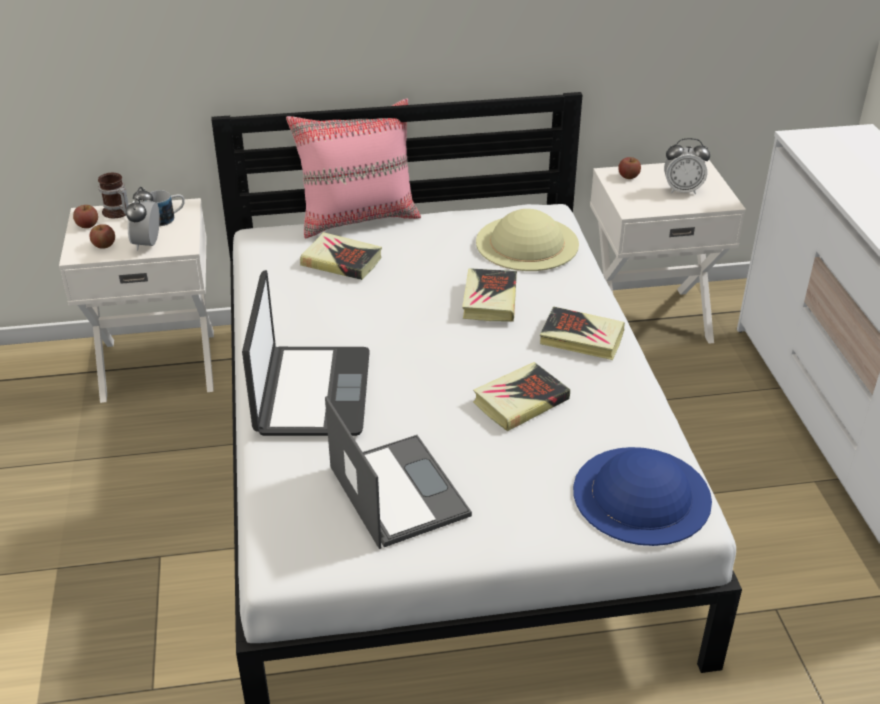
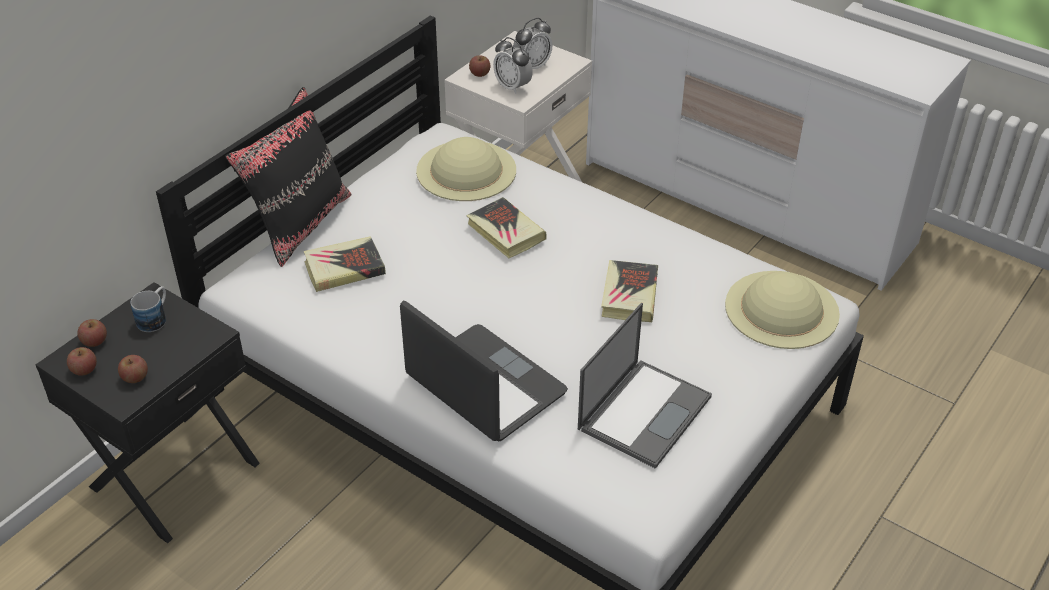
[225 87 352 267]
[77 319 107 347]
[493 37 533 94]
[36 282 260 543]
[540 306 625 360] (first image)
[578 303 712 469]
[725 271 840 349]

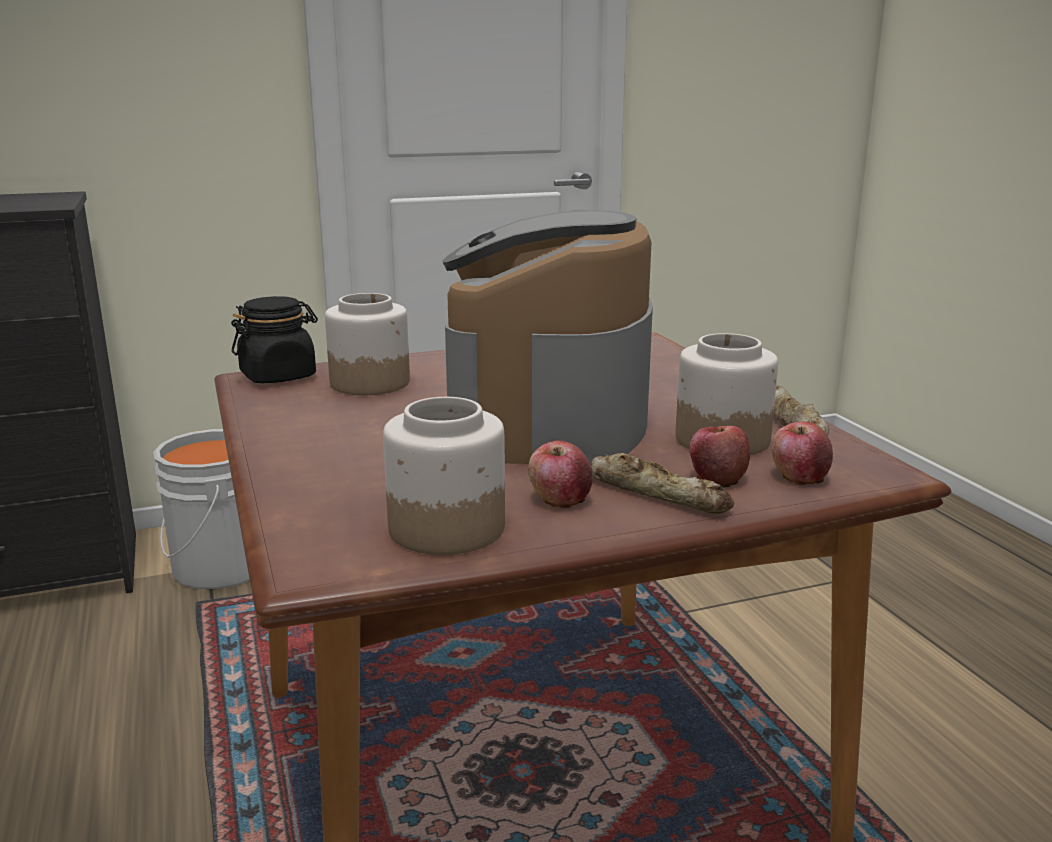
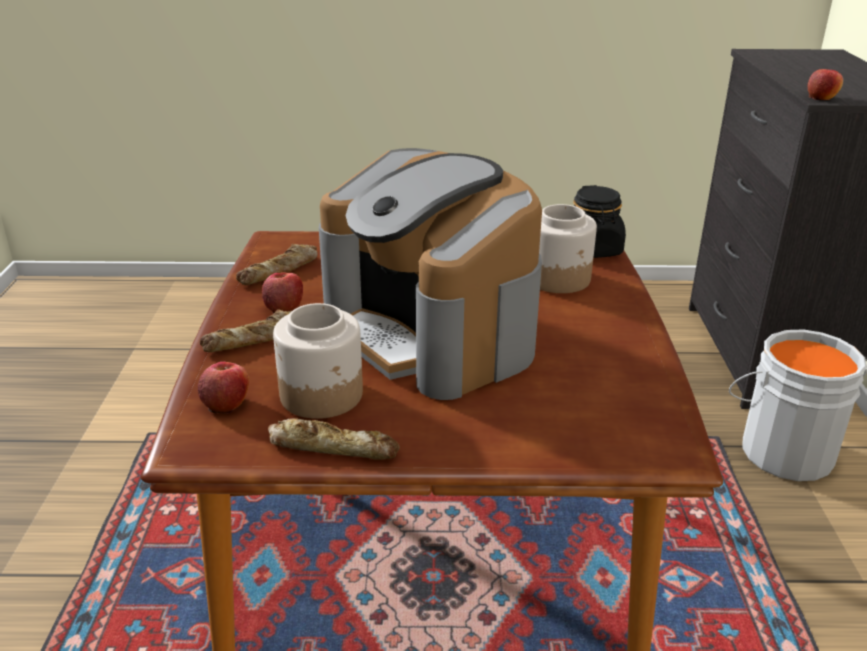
[319 148 542 400]
[236 244 318 285]
[808 69 843 100]

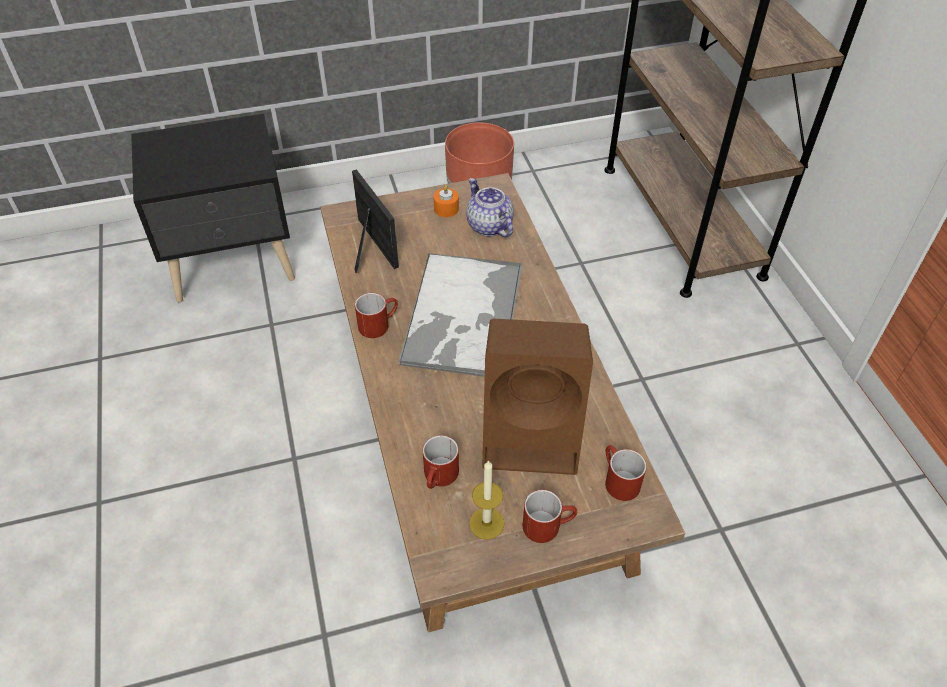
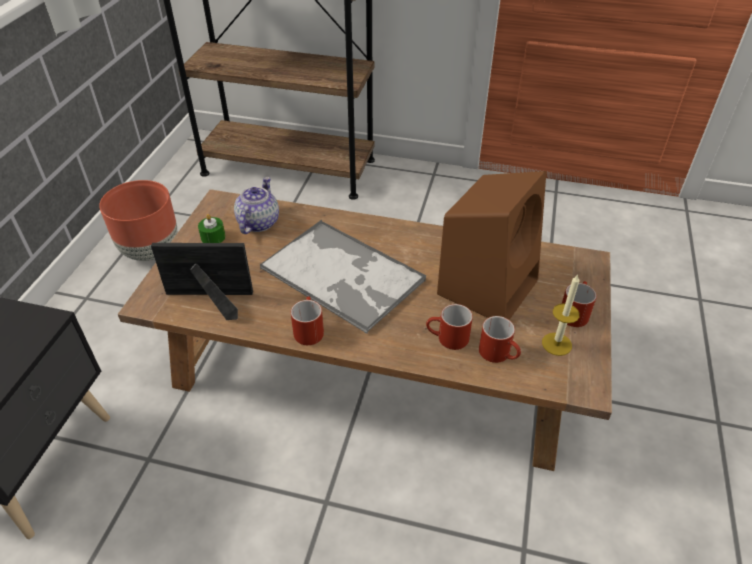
[234 177 279 234]
[198 214 226 243]
[426 304 473 350]

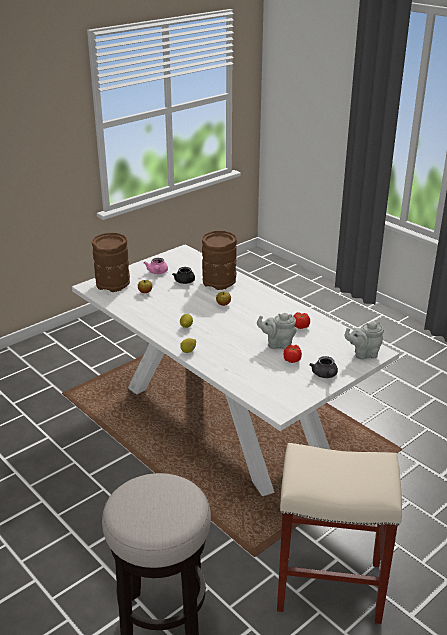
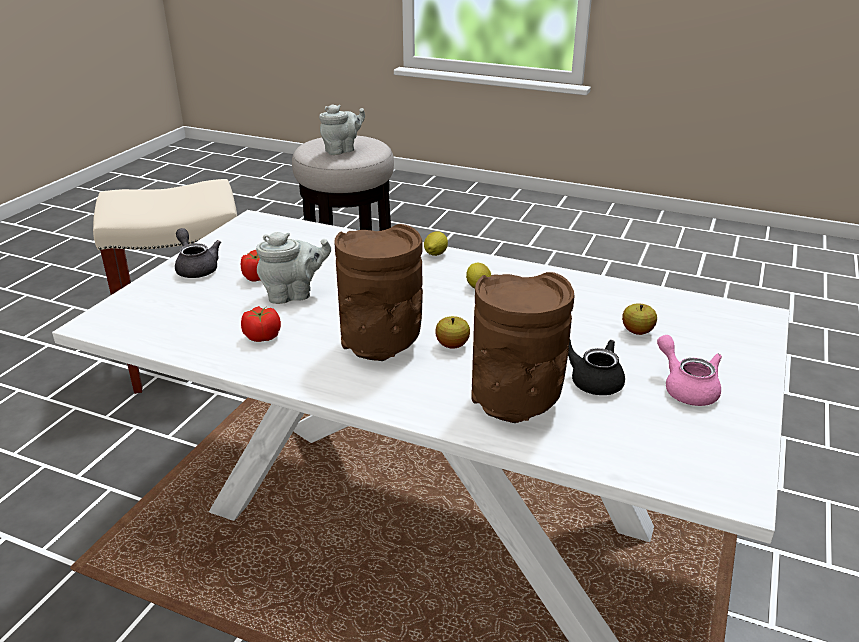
[334 224 423 361]
[319 104 365 155]

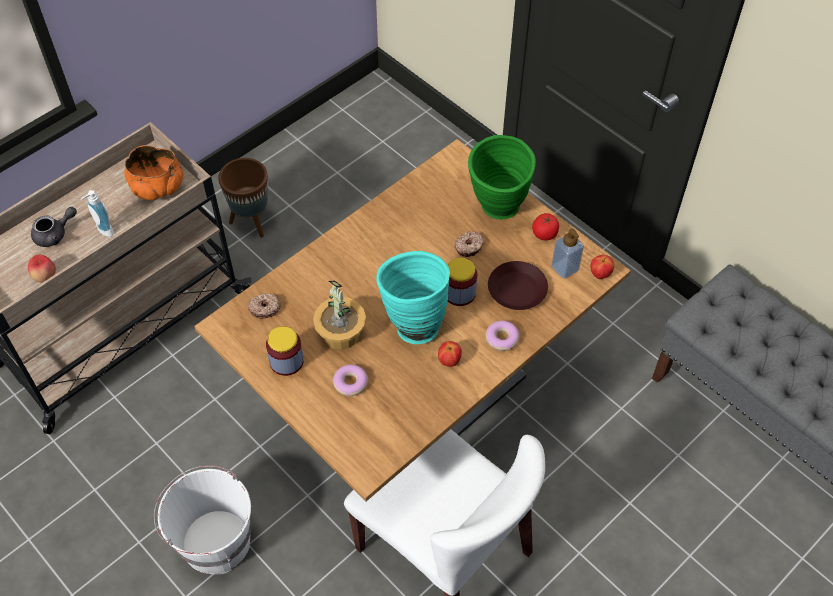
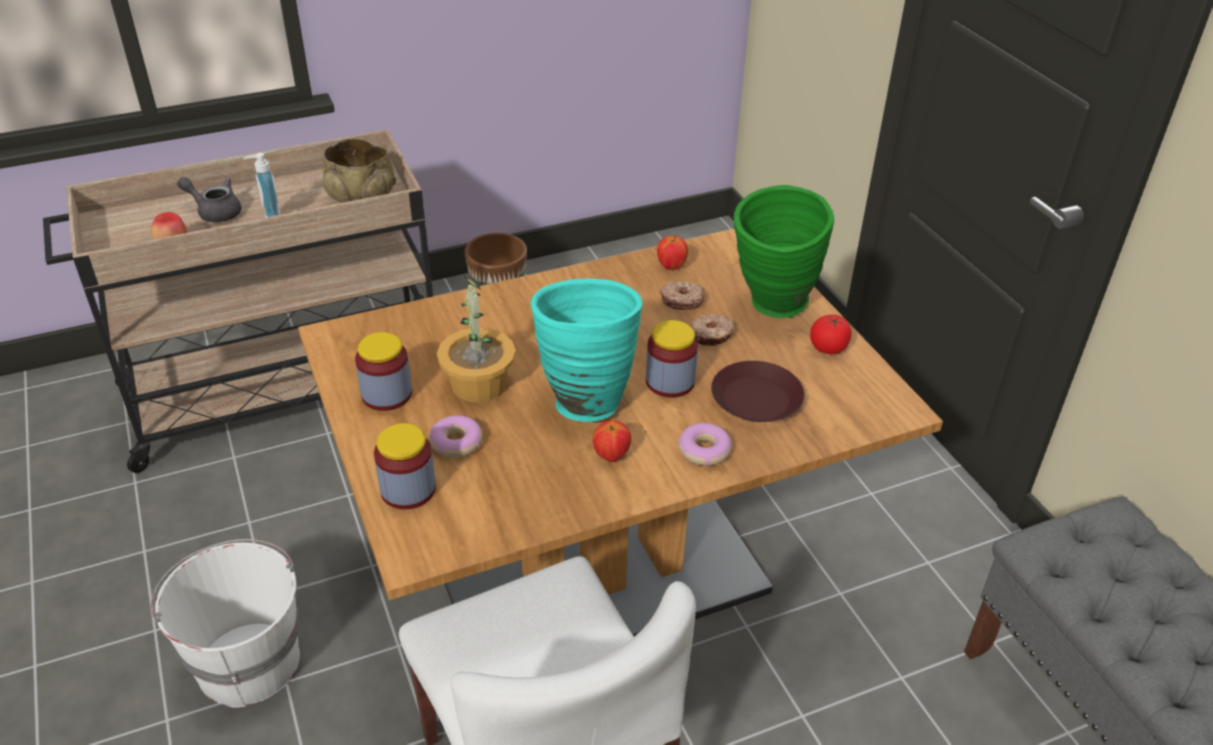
[323 138 396 203]
[177 177 241 222]
[551 228 584 279] (first image)
[657 236 688 270]
[660 281 704 310]
[374 423 436 509]

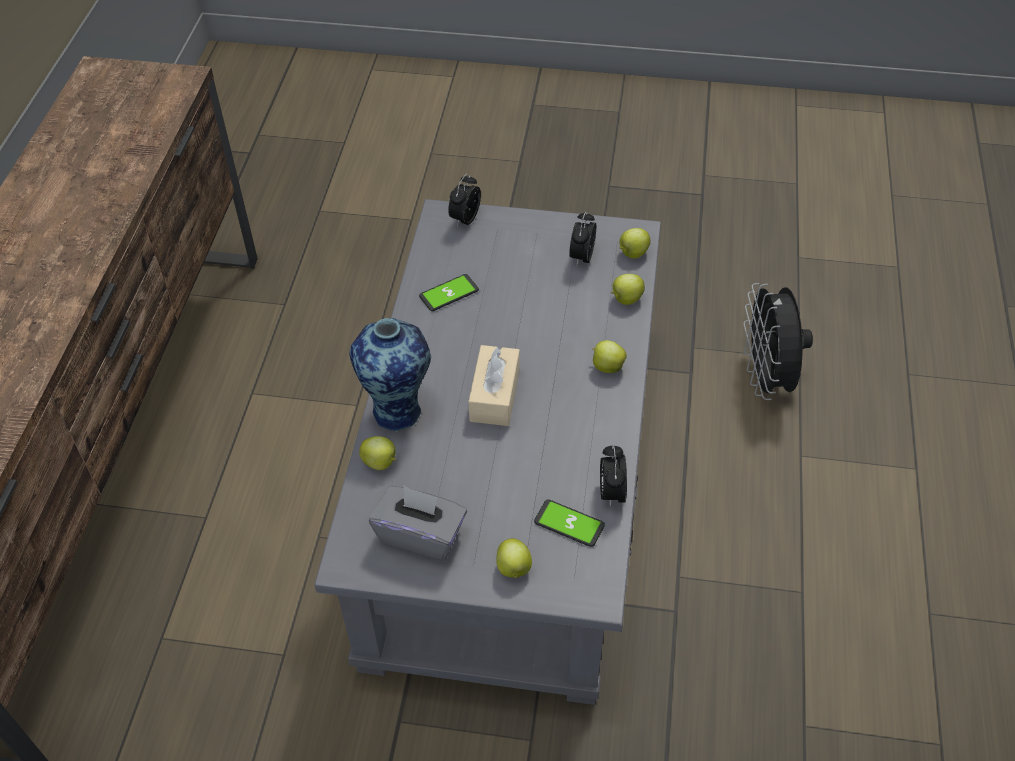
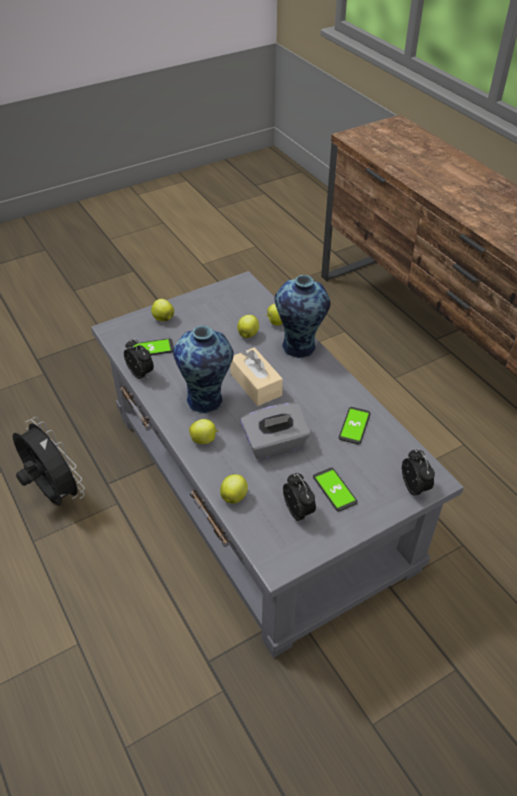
[237 315 259 338]
[13 417 85 506]
[240 403 310 460]
[173 326 234 413]
[313 468 358 512]

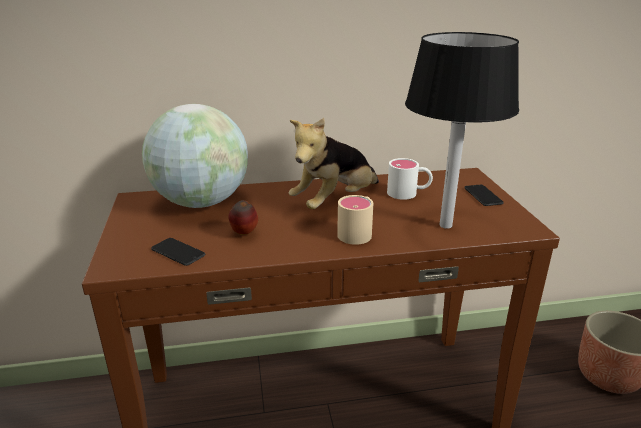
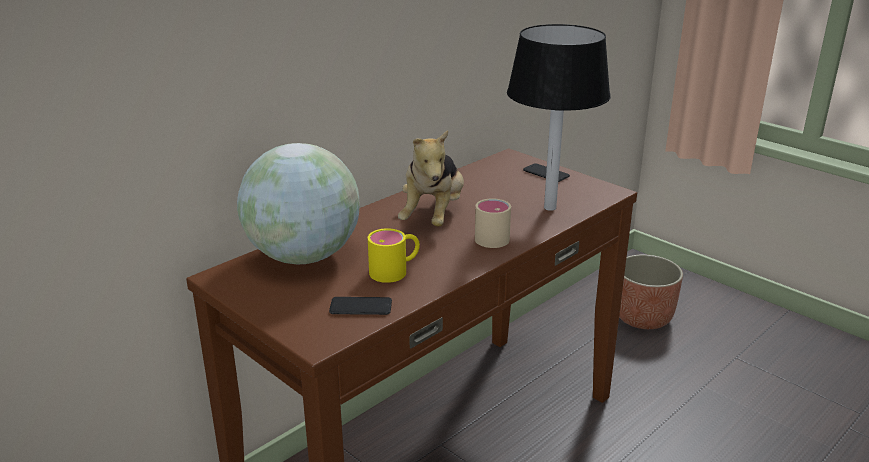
[387 158 433 200] (first image)
[368 228 420 283]

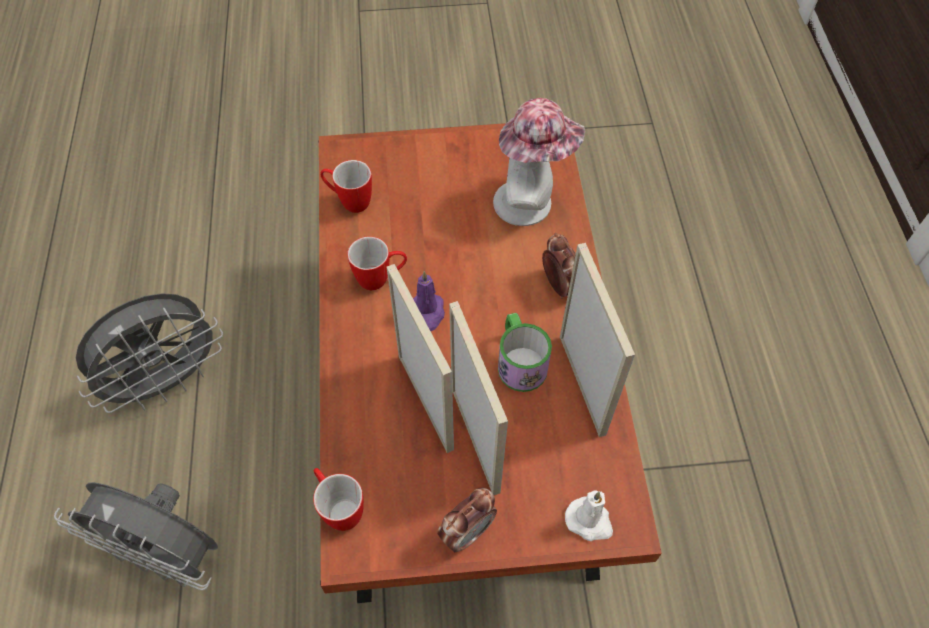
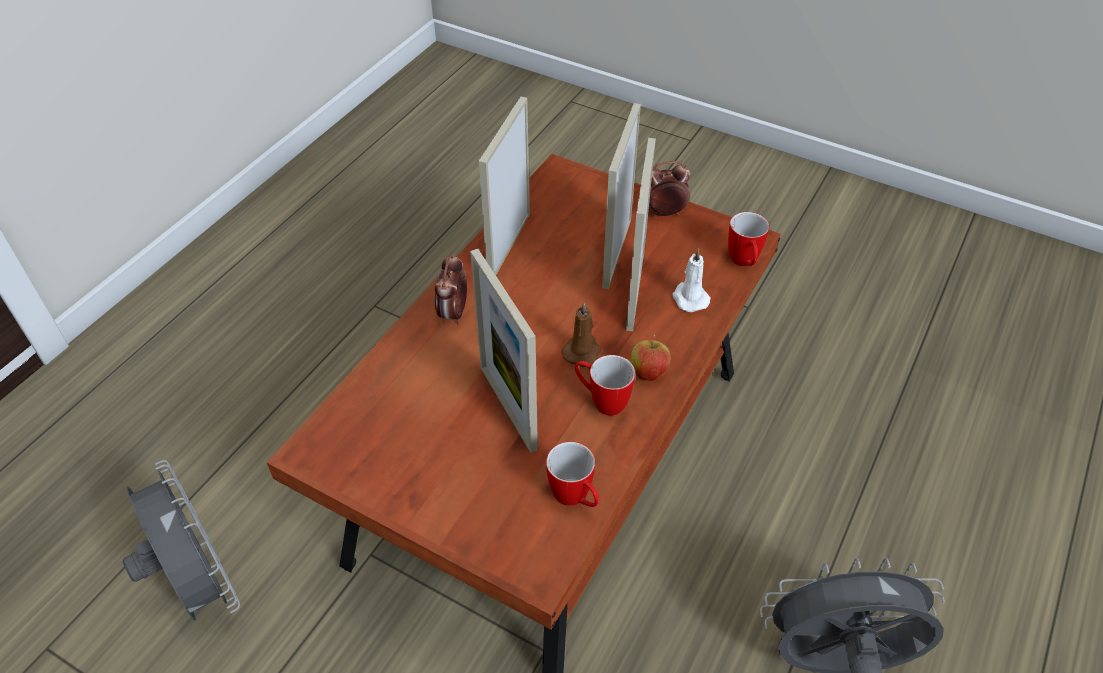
[493 98 585 226] (first image)
[562 302 601 367]
[498 313 552 392] (first image)
[123 460 240 621]
[672 248 711 312]
[470 249 538 453]
[631 334 670 381]

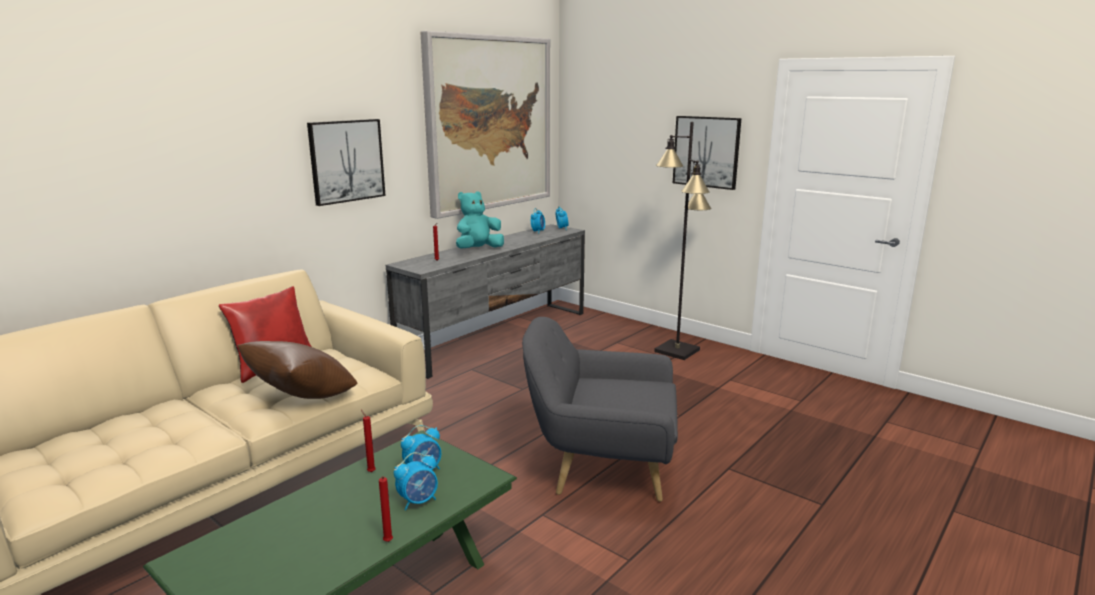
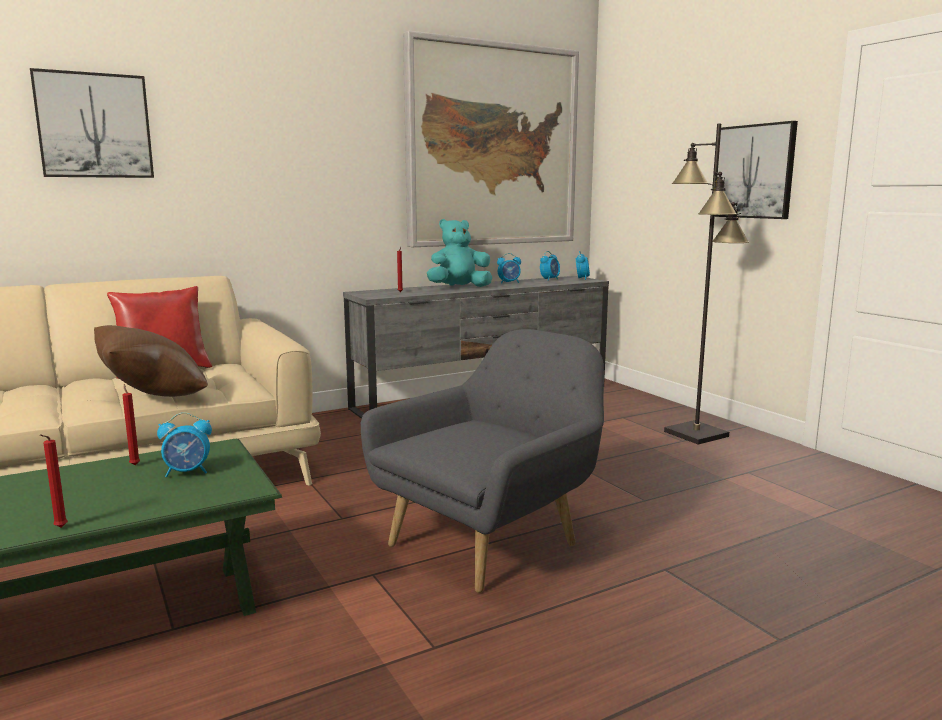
[30 68 154 178]
[361 329 604 593]
[497 253 521 284]

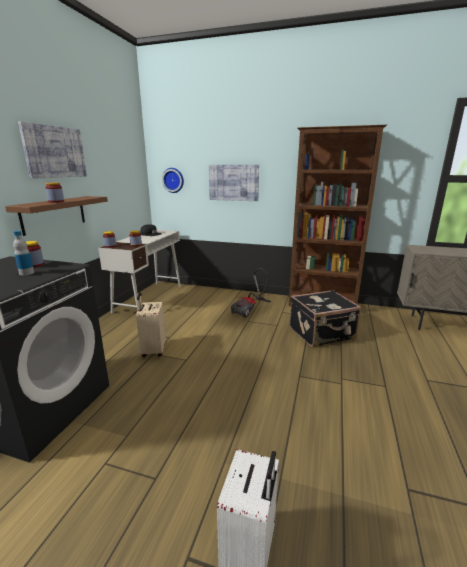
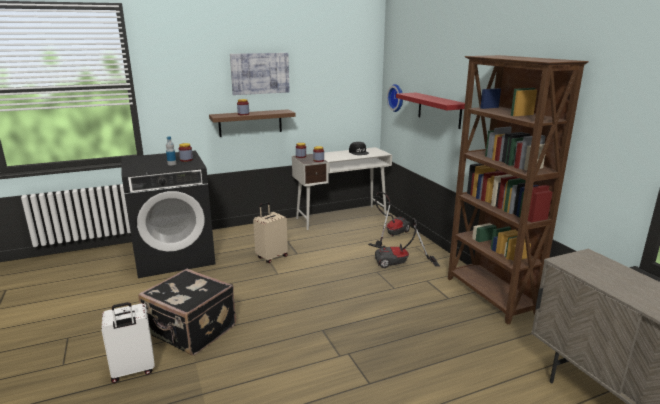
[396 92 465 129]
[138 269 236 355]
[368 192 411 248]

